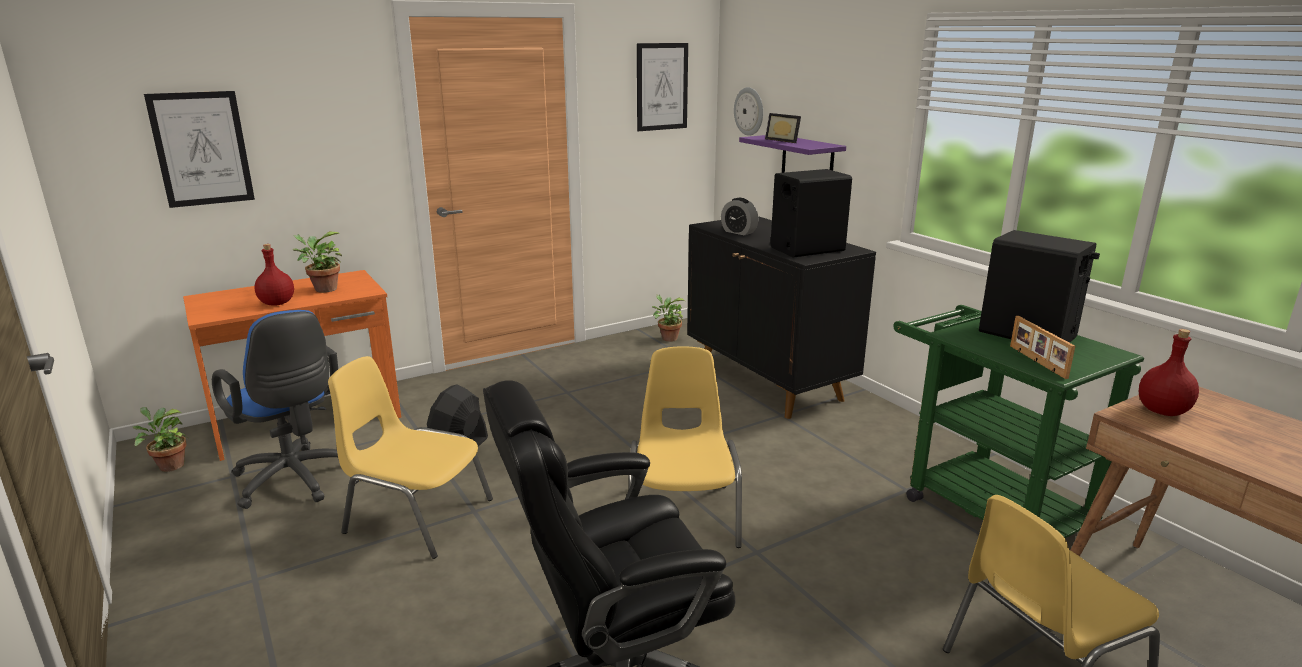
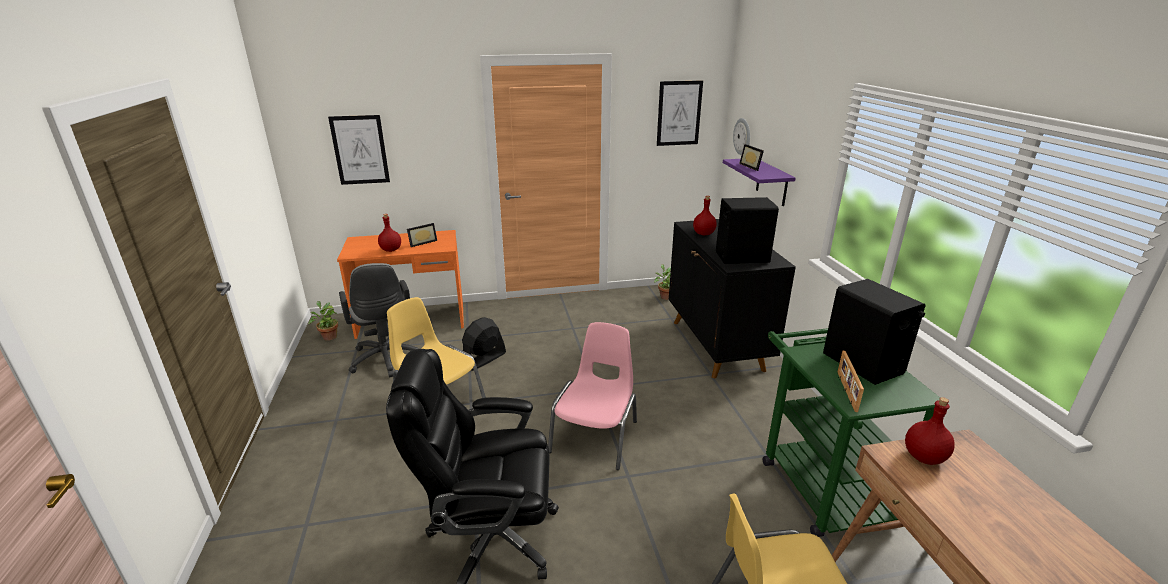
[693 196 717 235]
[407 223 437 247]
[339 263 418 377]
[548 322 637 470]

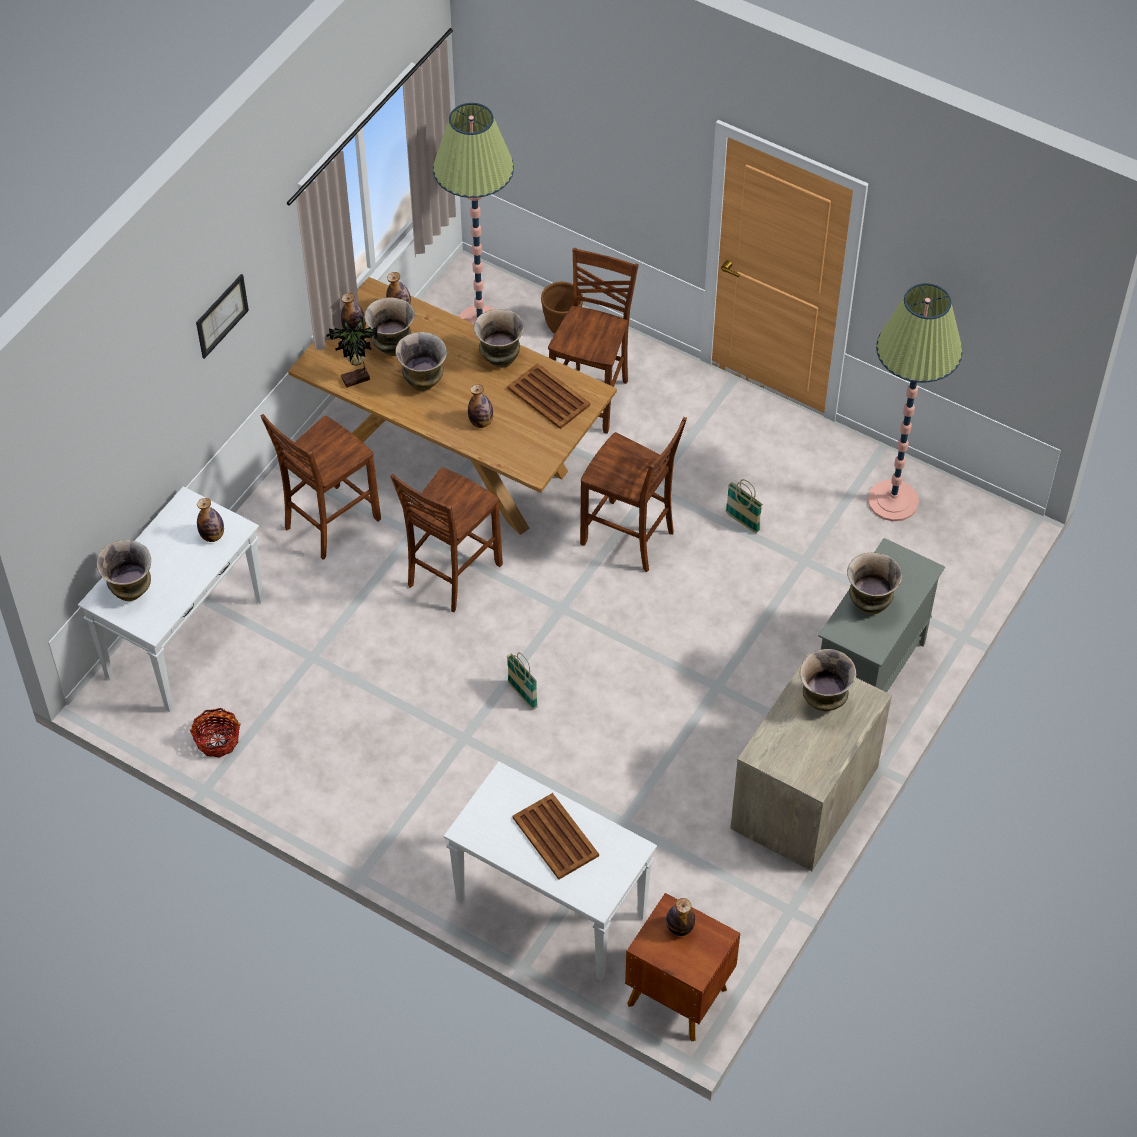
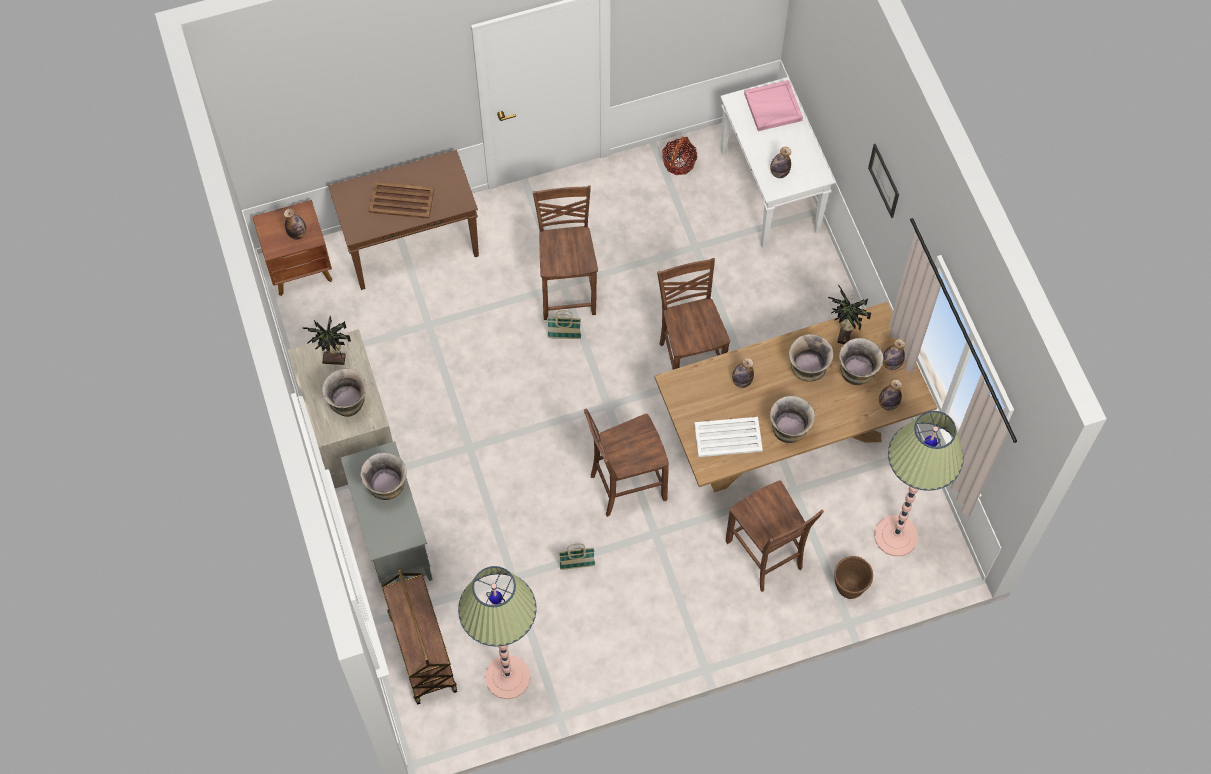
[694 417 763 457]
[533 186 598 320]
[744 80 803 131]
[328 150 479 290]
[303 316 351 365]
[382 569 457 705]

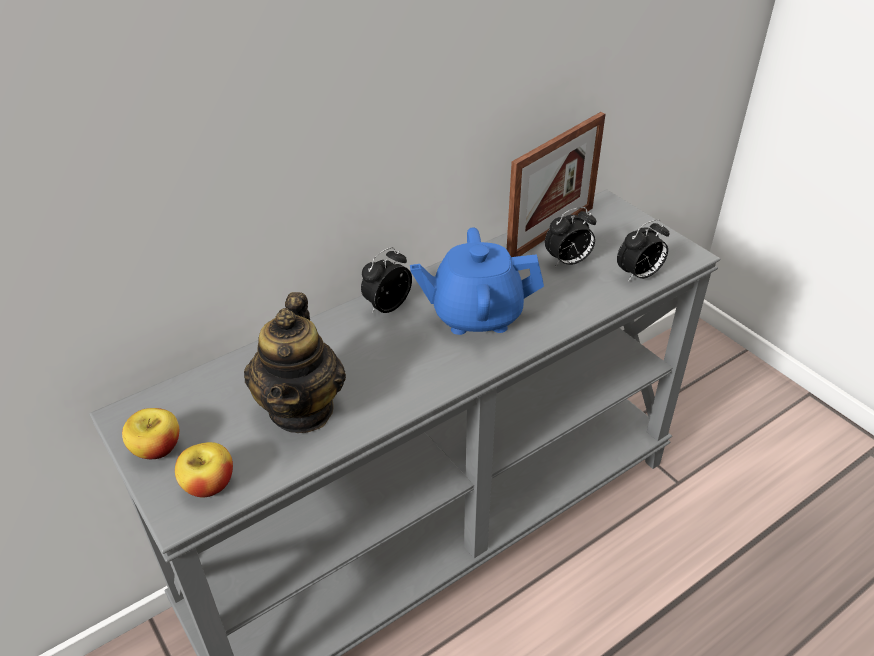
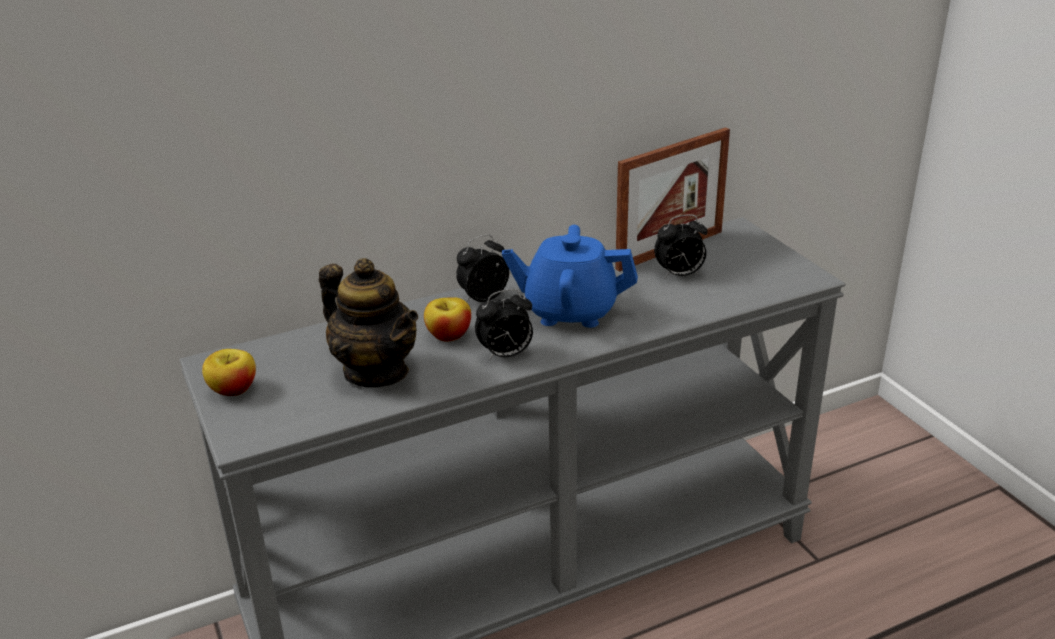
[475 289 533 361]
[319 258 418 387]
[424 297 471 342]

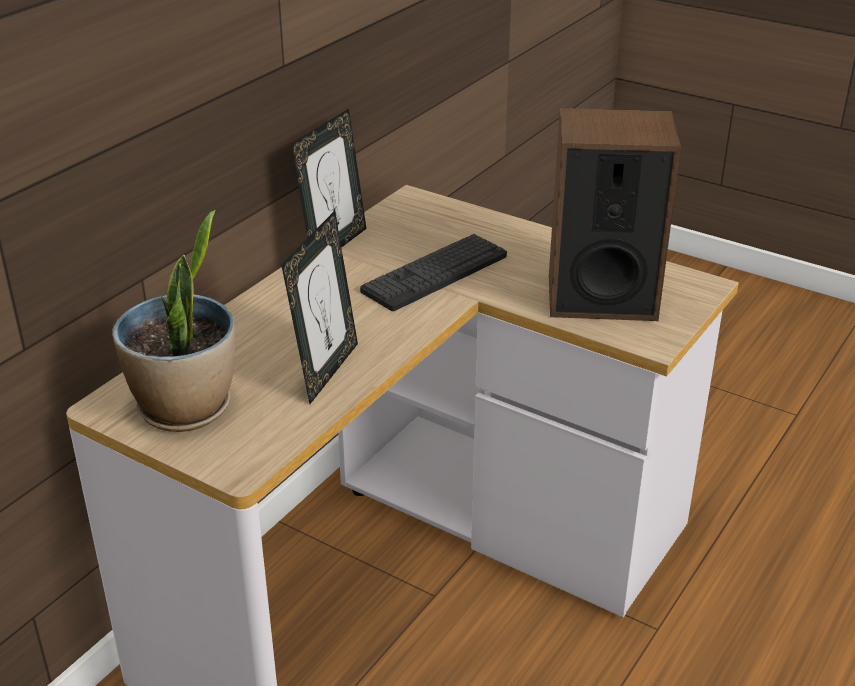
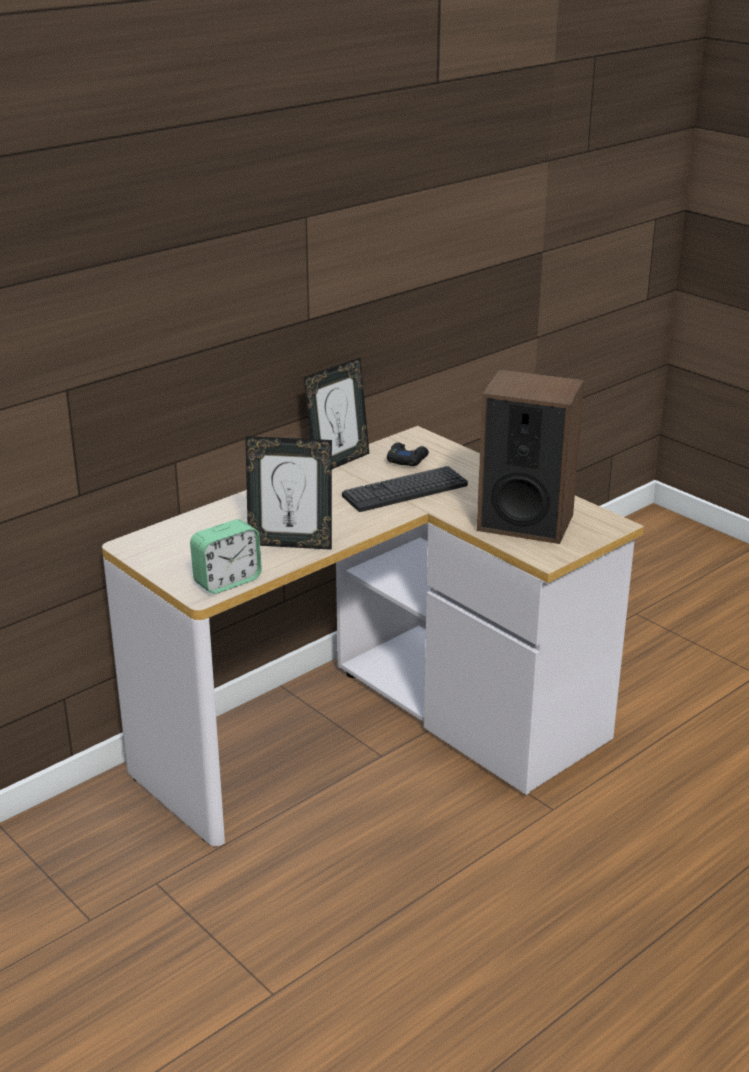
[112 210 235 432] (first image)
[245 436 332 550]
[387 443 429 466]
[190 519 262 594]

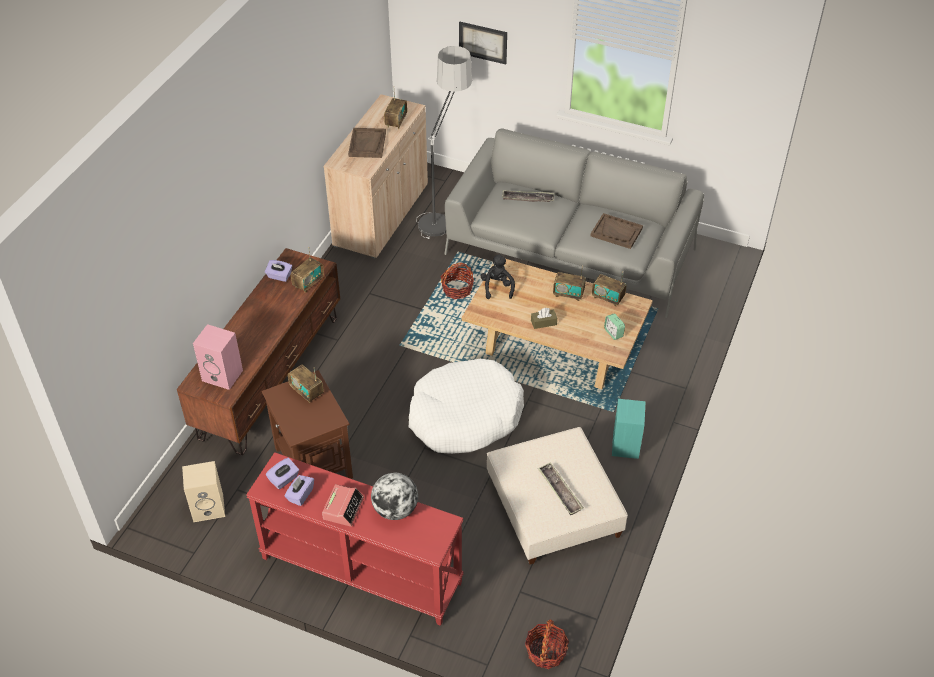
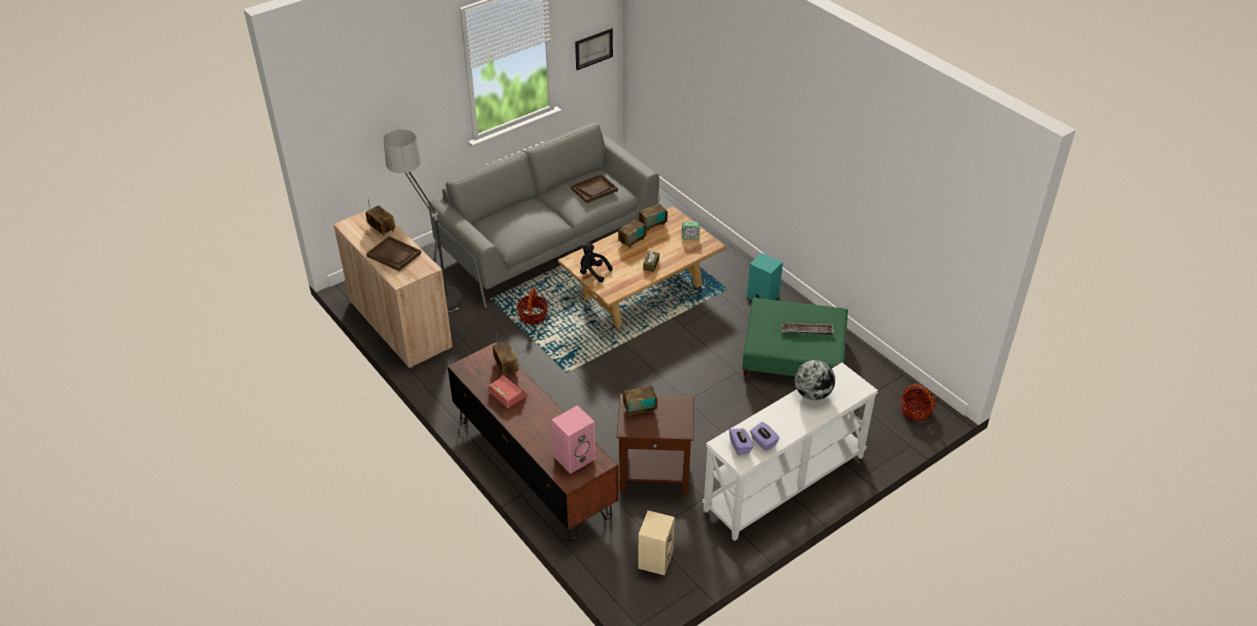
[575 28 613 70]
[502 190 555 202] (first image)
[265 260 292 282] (first image)
[409 359 524 454] (first image)
[742 298 848 377]
[702 363 878 541]
[488 375 528 408]

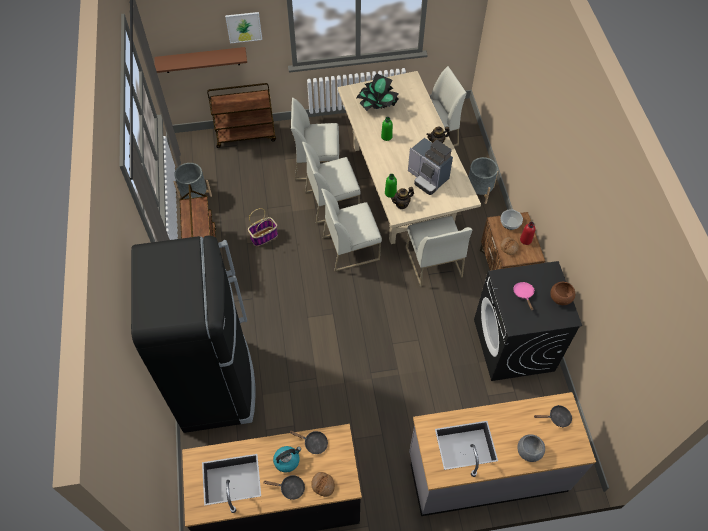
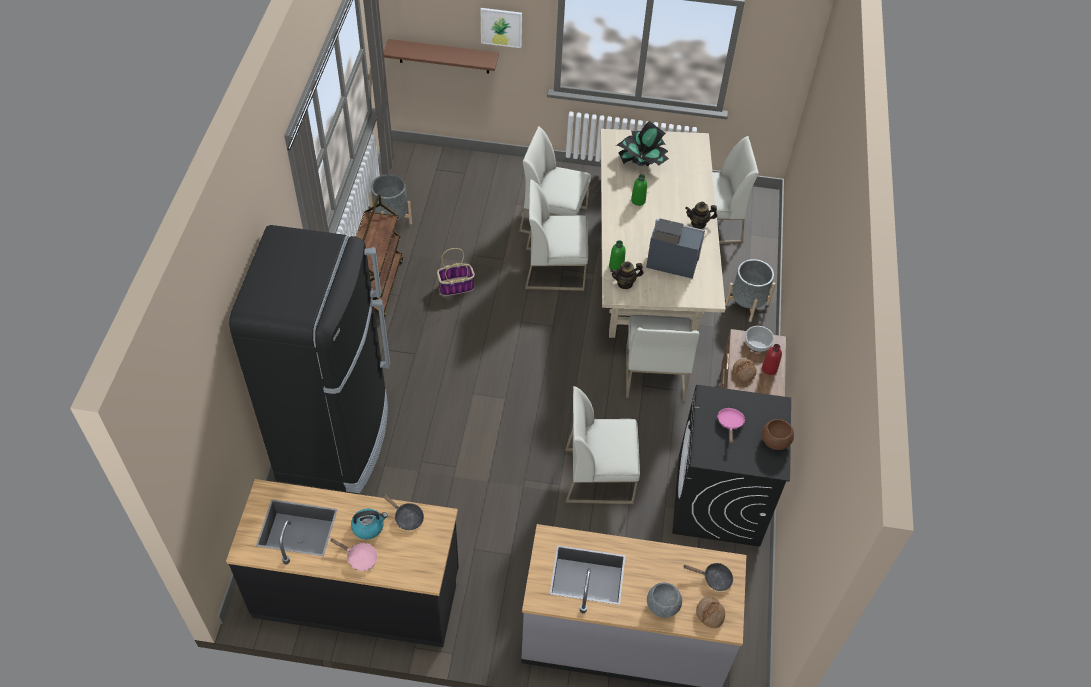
[207 83 276 148] (first image)
[646 219 705 279]
[566 386 640 504]
[696 597 725 628]
[331 538 378 571]

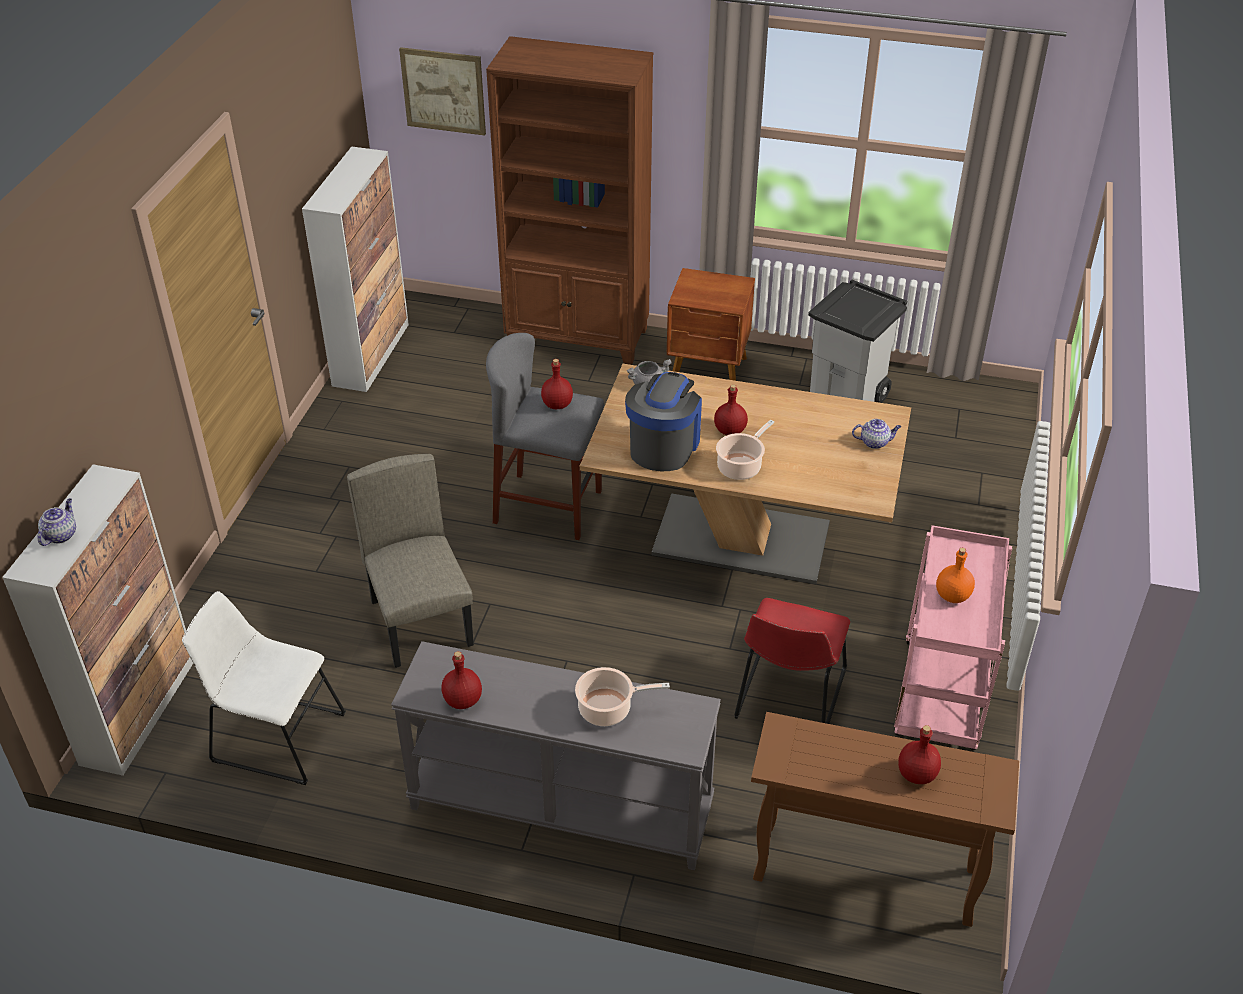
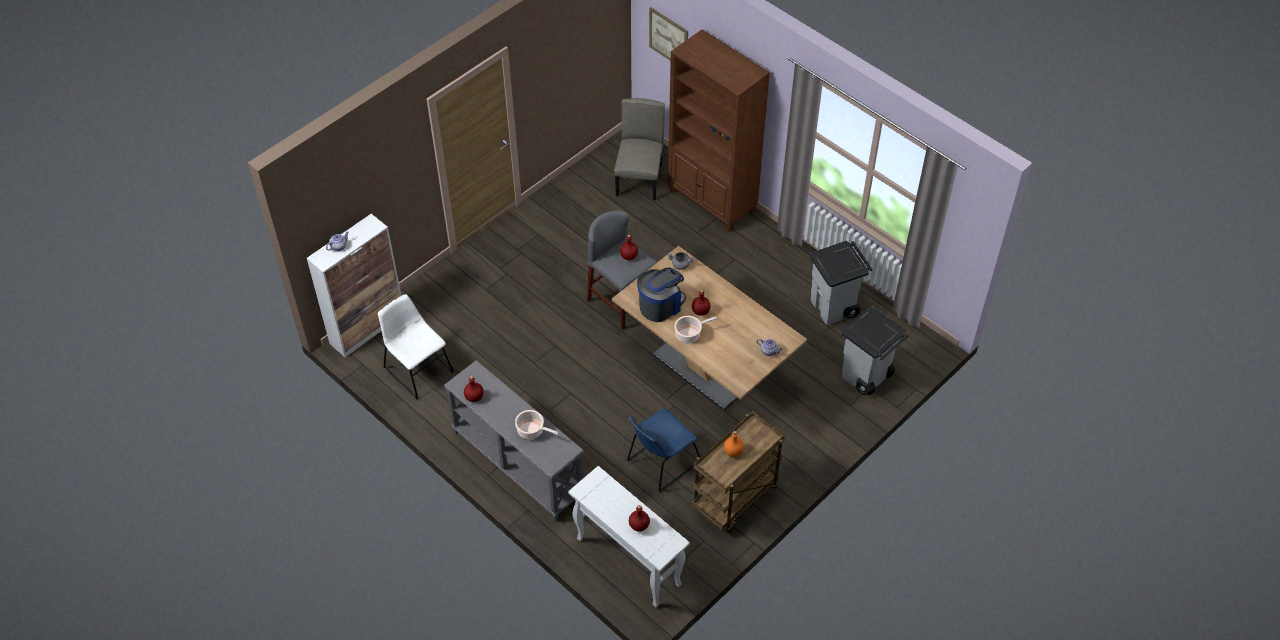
[302 147 409 392] (first image)
[667 268 755 381] (first image)
[614 98 665 200]
[692 411 785 532]
[627 408 700 492]
[568 466 690 608]
[841 306 909 395]

